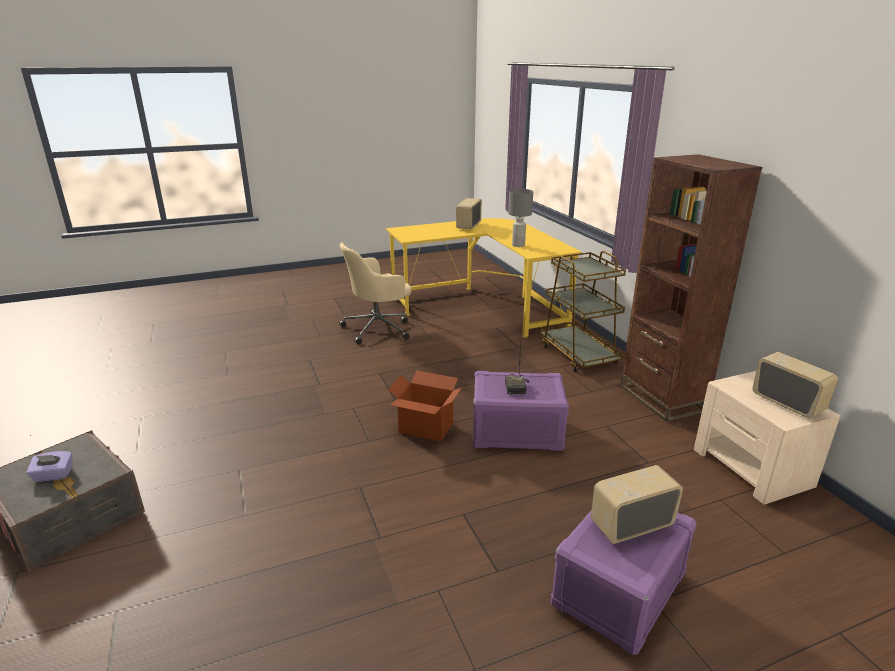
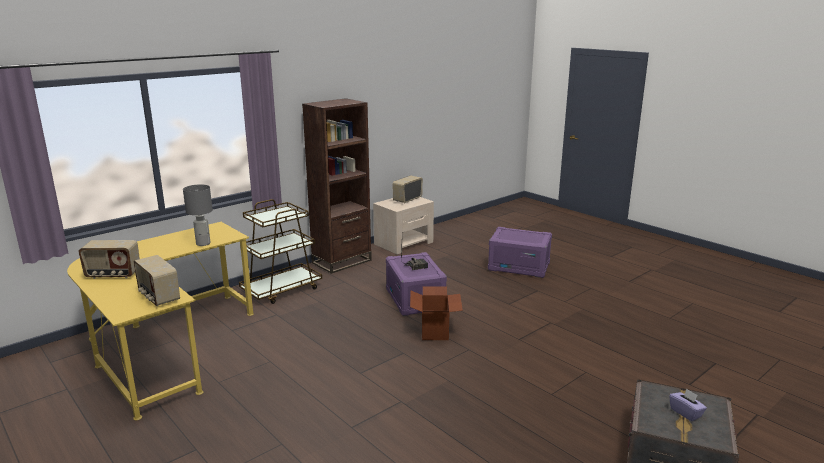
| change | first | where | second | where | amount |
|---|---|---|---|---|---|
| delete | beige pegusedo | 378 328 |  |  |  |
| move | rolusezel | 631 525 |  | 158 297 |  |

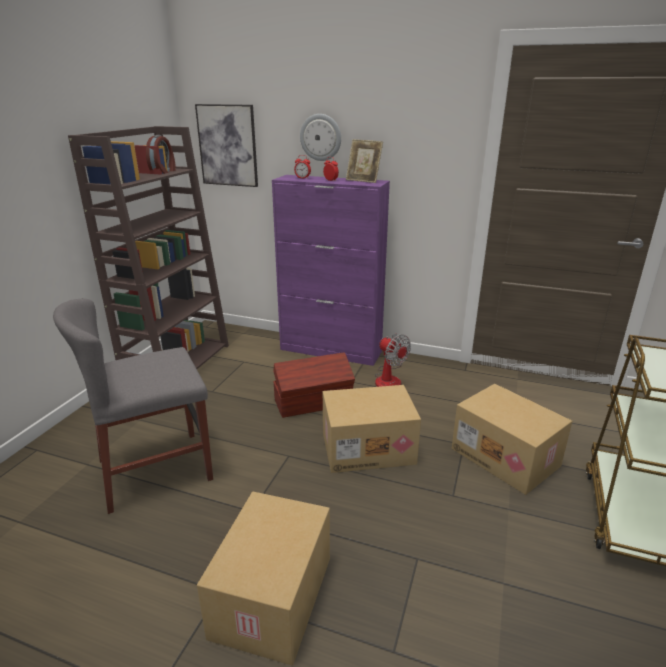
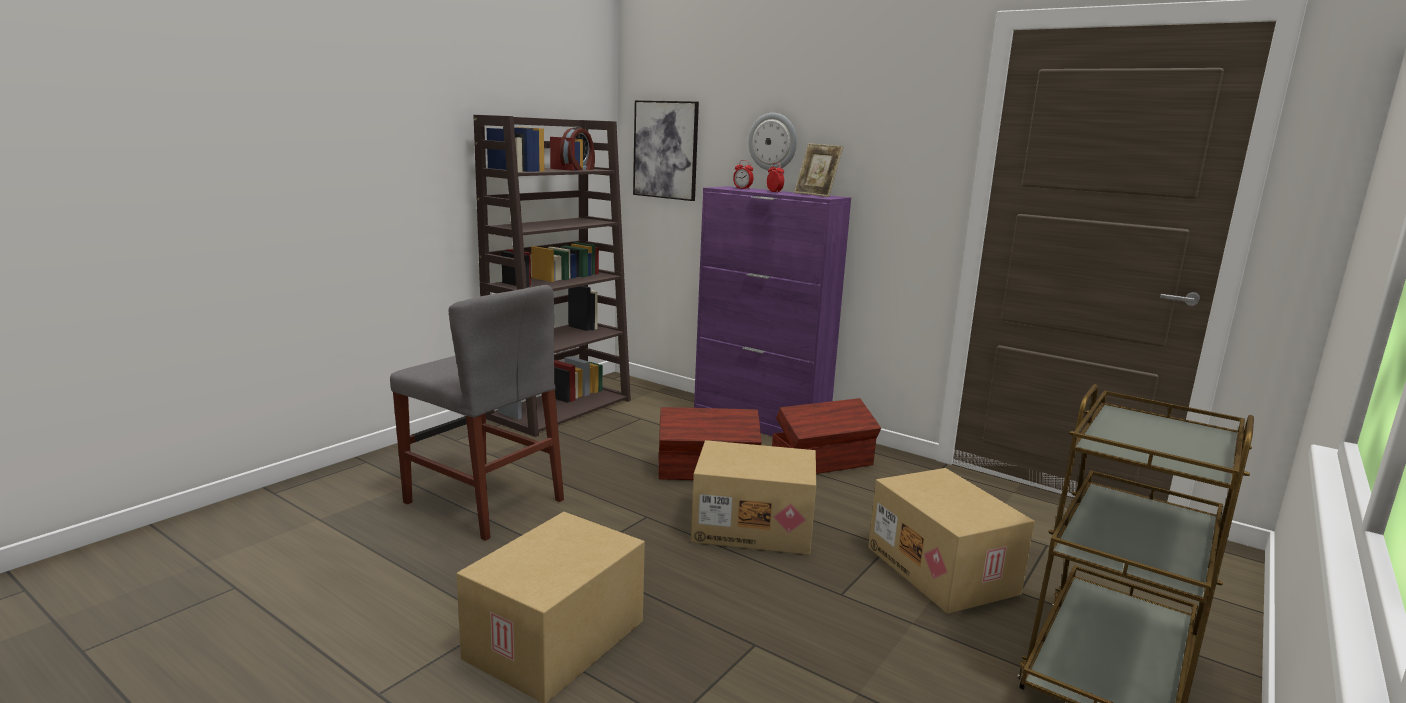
| change | first | where | second | where | amount |
|---|---|---|---|---|---|
| rotate | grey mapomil | 155 469 |  | 483 501 | 135 degrees counterclockwise |
| replace | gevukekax | 389 378 | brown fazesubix | 823 463 |  |

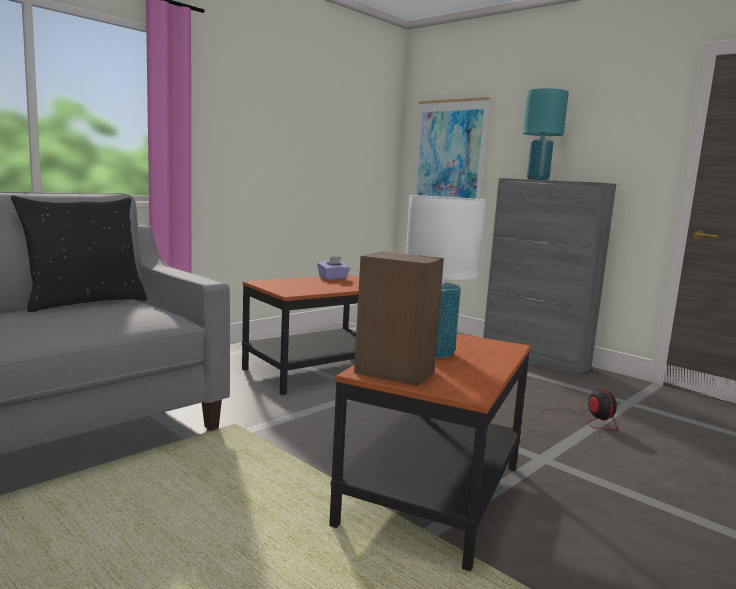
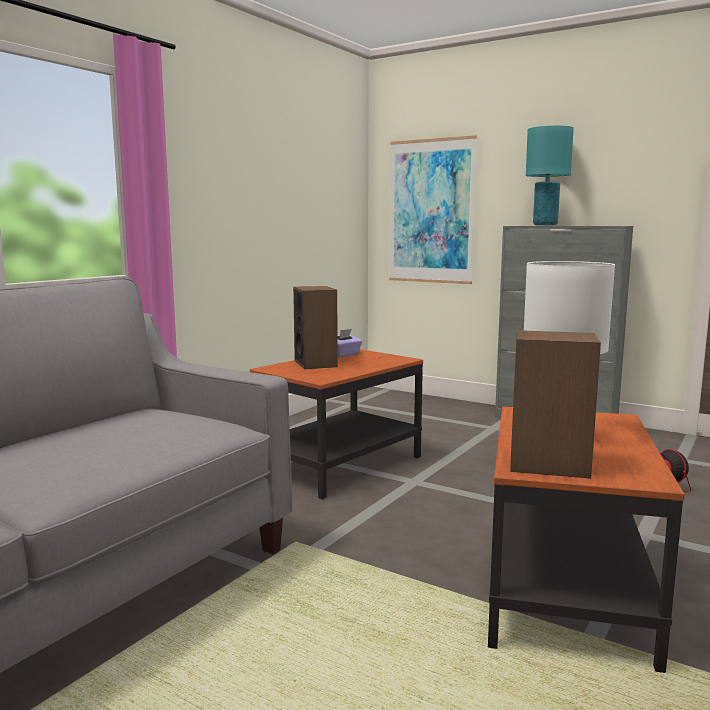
| change | first | where | second | where | amount |
|---|---|---|---|---|---|
| delete | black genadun | 84 302 |  |  |  |
| insert |  |  | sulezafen | 315 363 |  |

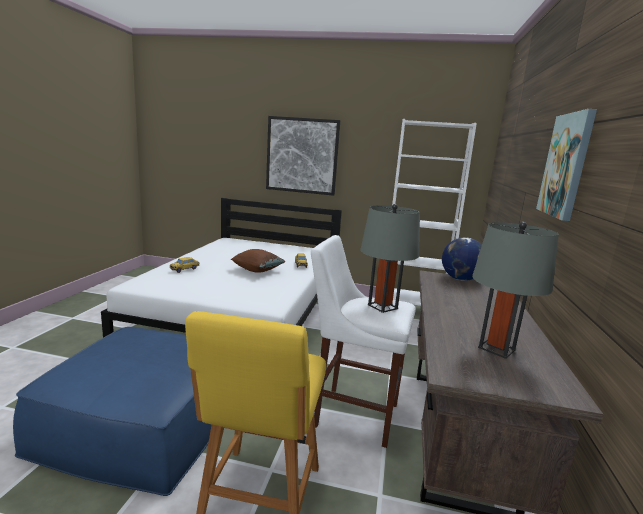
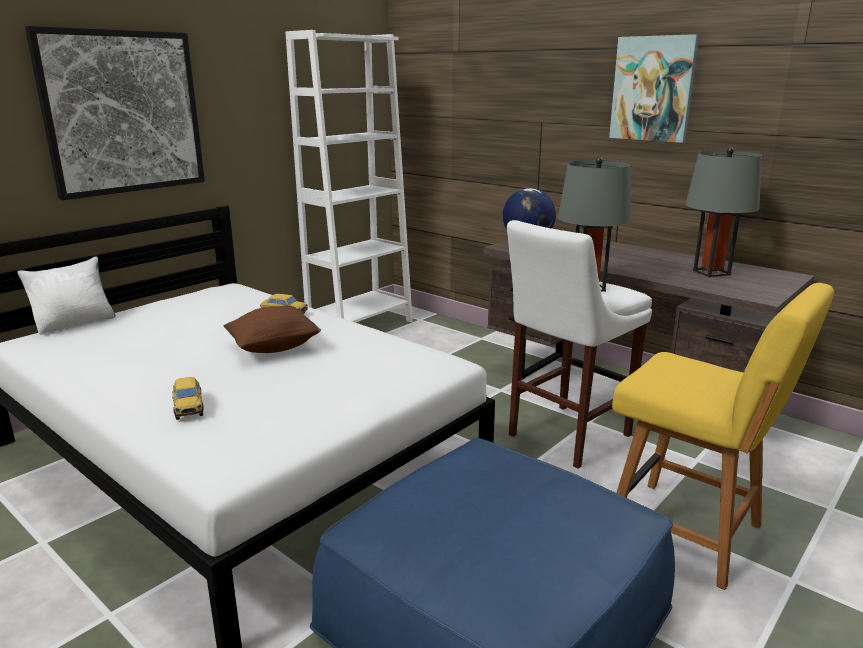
| change | first | where | second | where | amount |
|---|---|---|---|---|---|
| insert |  |  | white genadun | 75 323 |  |

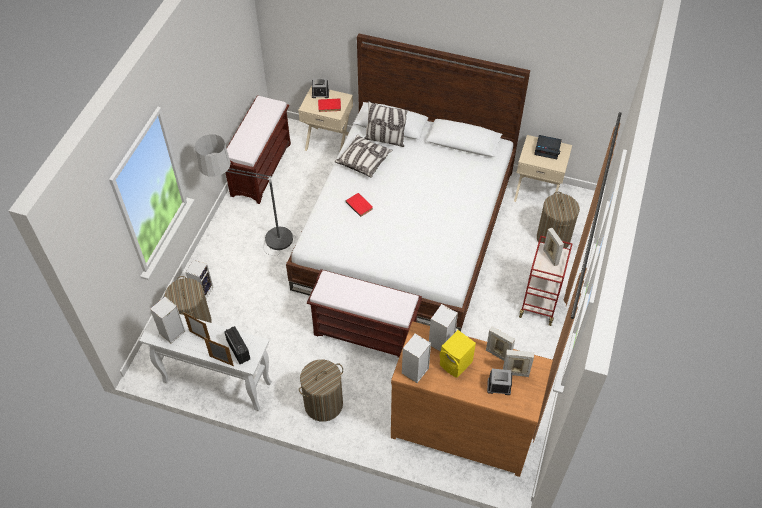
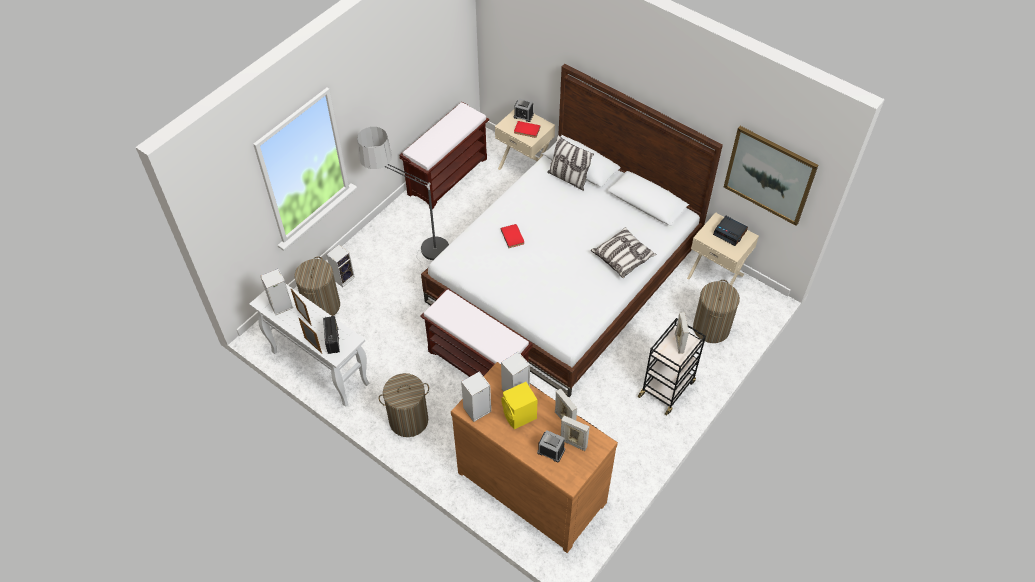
| change | first | where | second | where | amount |
|---|---|---|---|---|---|
| move | genadun | 364 161 |  | 623 257 |  |
| recolor | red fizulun | 539 301 | black fizulun | 667 388 |  |
| insert |  |  | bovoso | 769 175 |  |

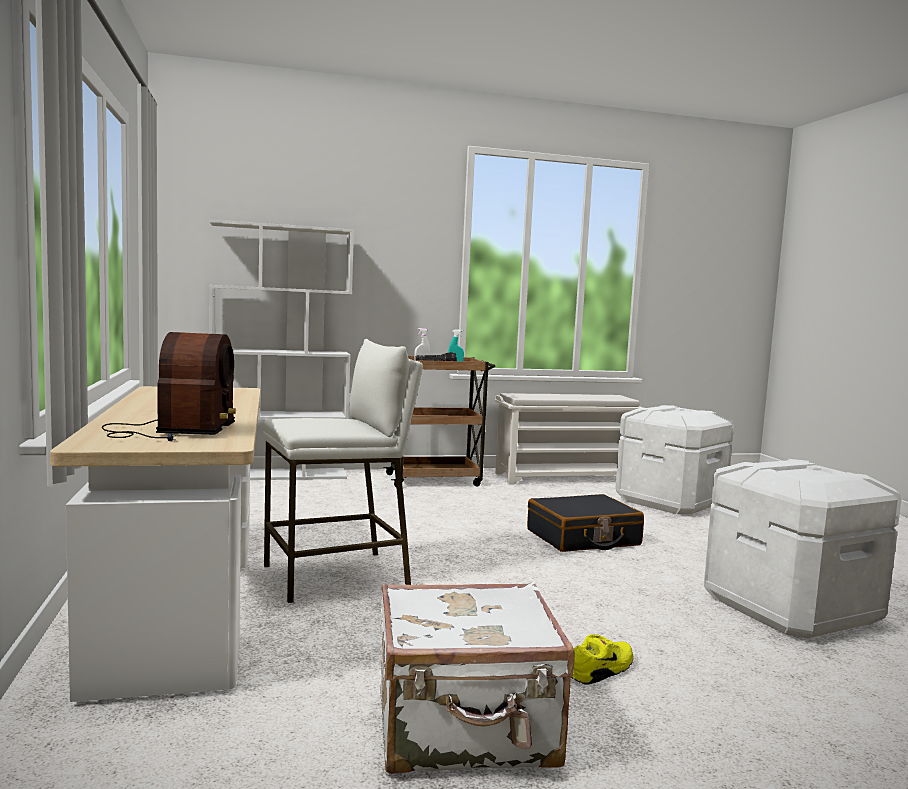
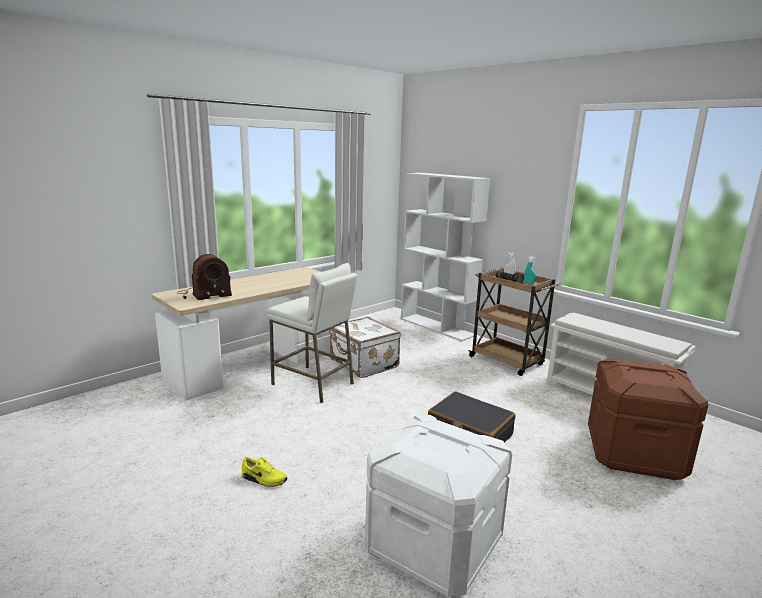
| change | first | where | second | where | amount |
|---|---|---|---|---|---|
| move | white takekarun | 466 730 |  | 363 364 |  |
| recolor | white fazesubix | 669 501 | brown fazesubix | 634 454 |  |

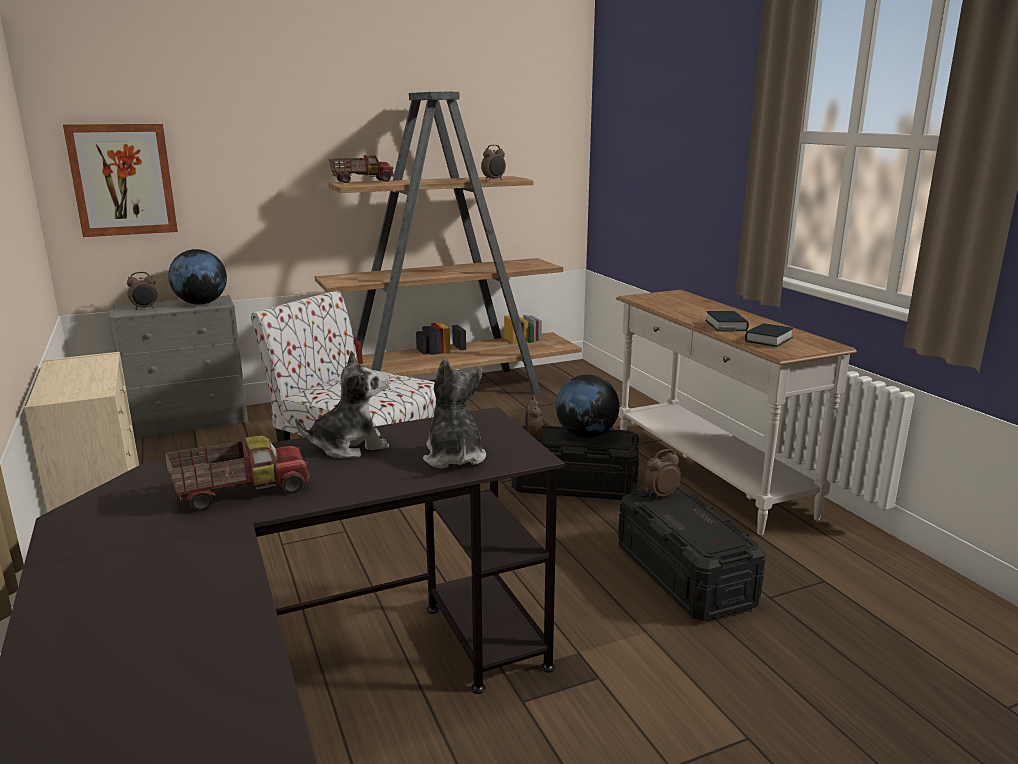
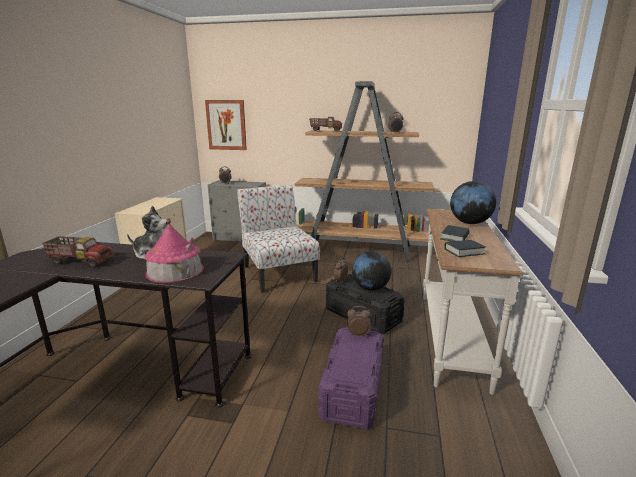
| change | first | where | second | where | amount |
|---|---|---|---|---|---|
| move | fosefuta | 201 303 |  | 469 223 |  |
| replace | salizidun | 454 457 | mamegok | 175 271 |  |
| recolor | black fazesubix | 684 575 | purple fazesubix | 352 390 |  |

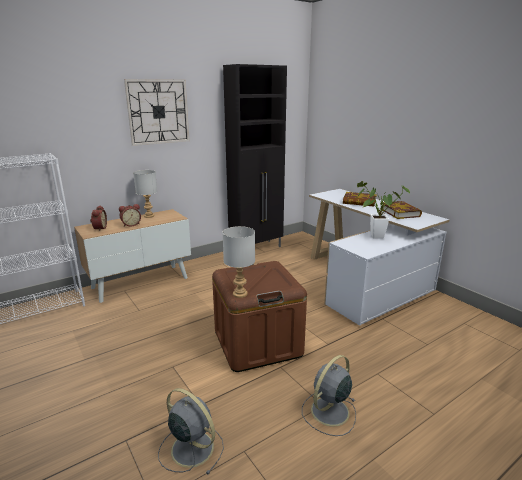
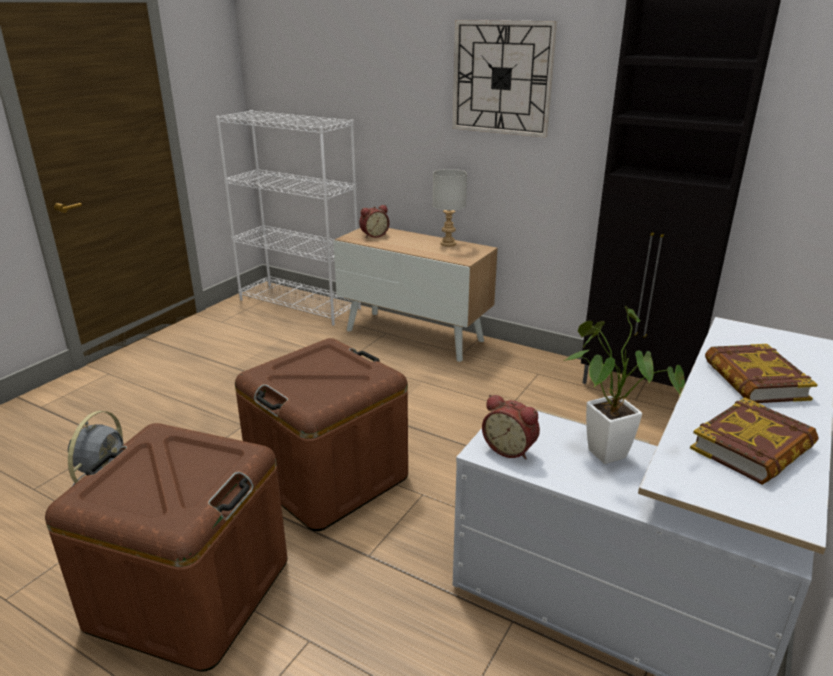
| change | first | where | second | where | amount |
|---|---|---|---|---|---|
| move | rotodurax | 131 224 |  | 510 448 |  |
| delete | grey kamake | 240 294 |  |  |  |
| replace | grey gevukekax | 329 412 | brown fazesubix | 190 593 |  |

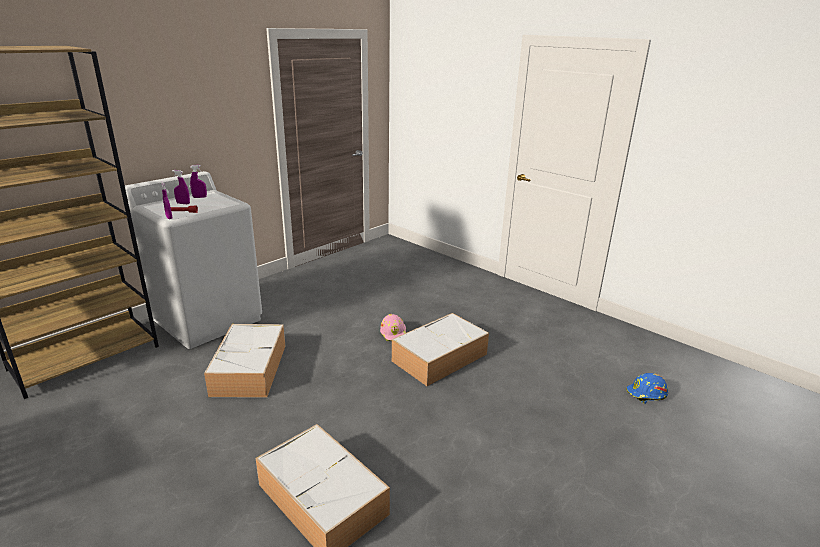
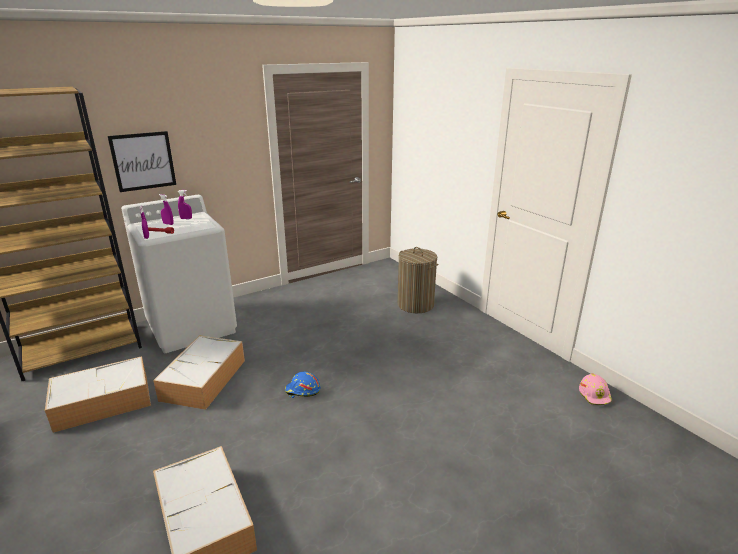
| change | first | where | second | where | amount |
|---|---|---|---|---|---|
| move | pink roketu | 394 333 |  | 595 395 |  |
| move | fazesubix | 440 357 |  | 104 401 |  |
| move | blue roketu | 646 394 |  | 302 391 |  |
| insert |  |  | bovoso | 143 161 |  |
| insert |  |  | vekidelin | 415 304 |  |

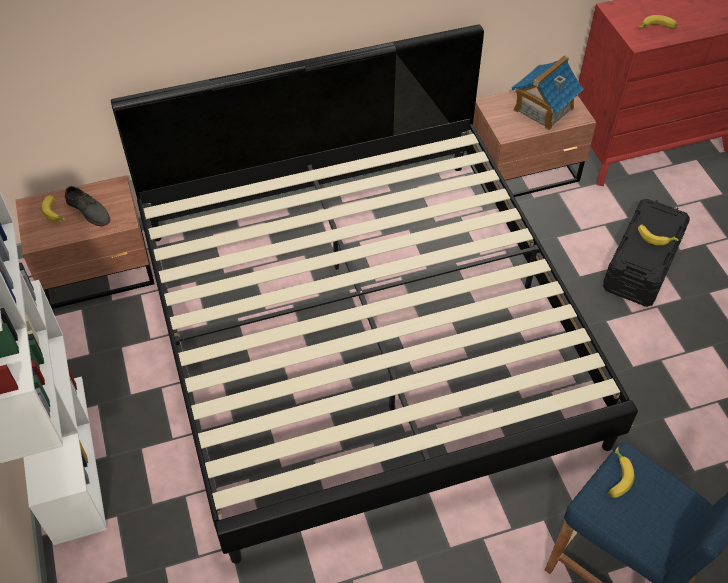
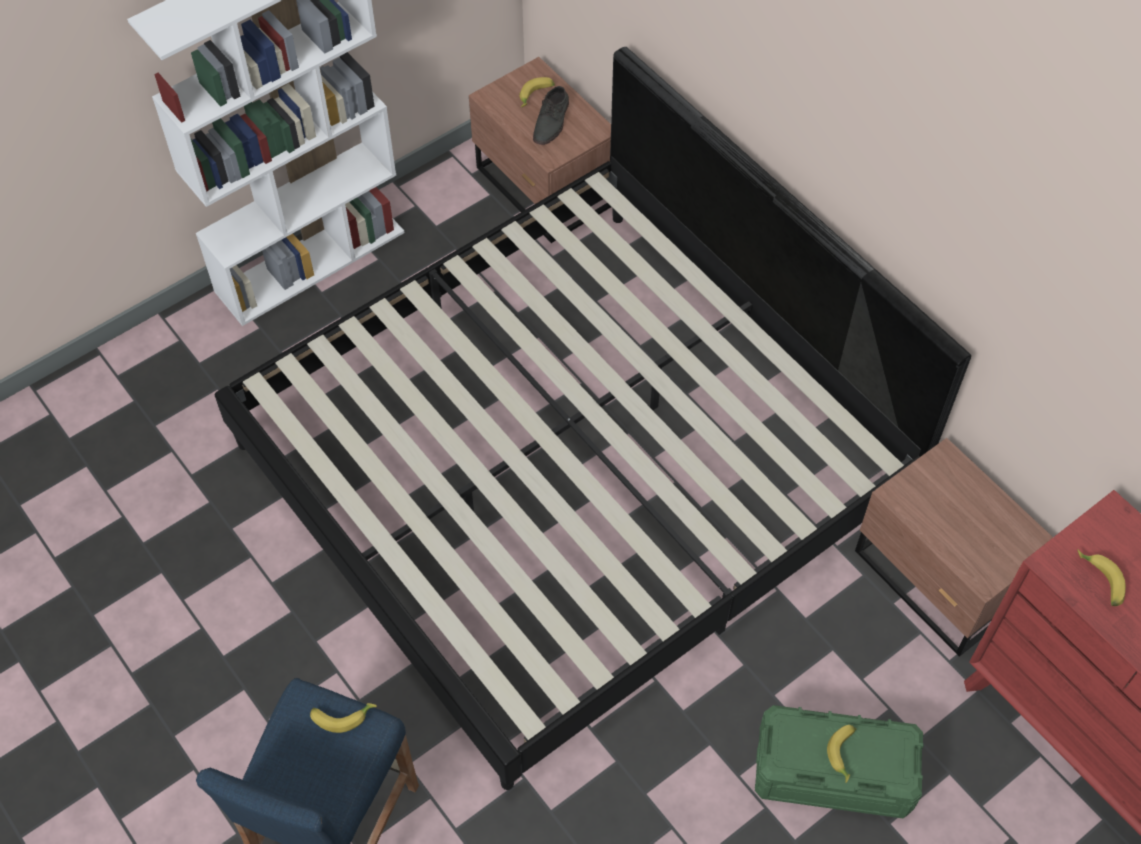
| change | first | where | second | where | amount |
|---|---|---|---|---|---|
| delete | mamegok | 543 109 |  |  |  |
| recolor | black fazesubix | 641 265 | green fazesubix | 833 773 |  |

